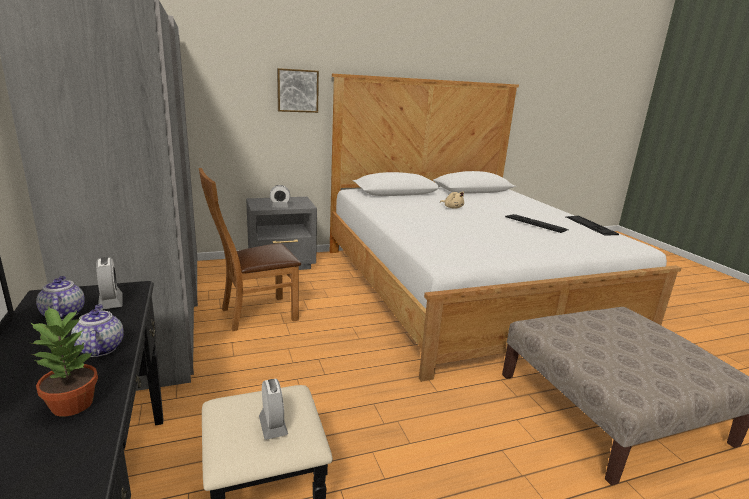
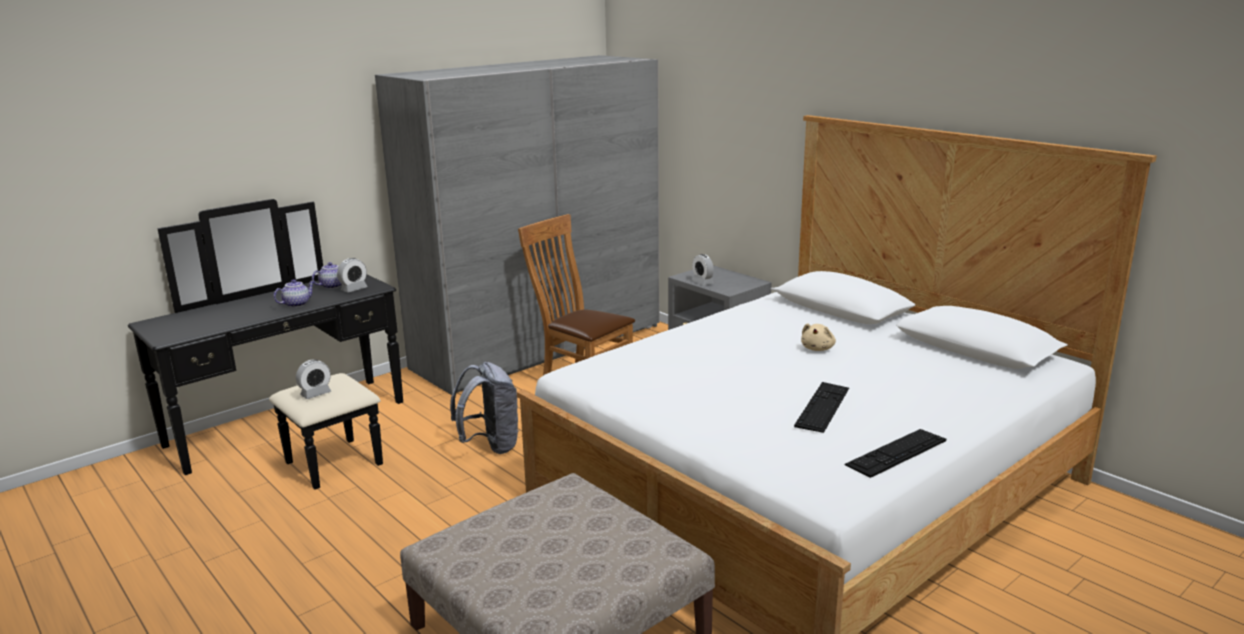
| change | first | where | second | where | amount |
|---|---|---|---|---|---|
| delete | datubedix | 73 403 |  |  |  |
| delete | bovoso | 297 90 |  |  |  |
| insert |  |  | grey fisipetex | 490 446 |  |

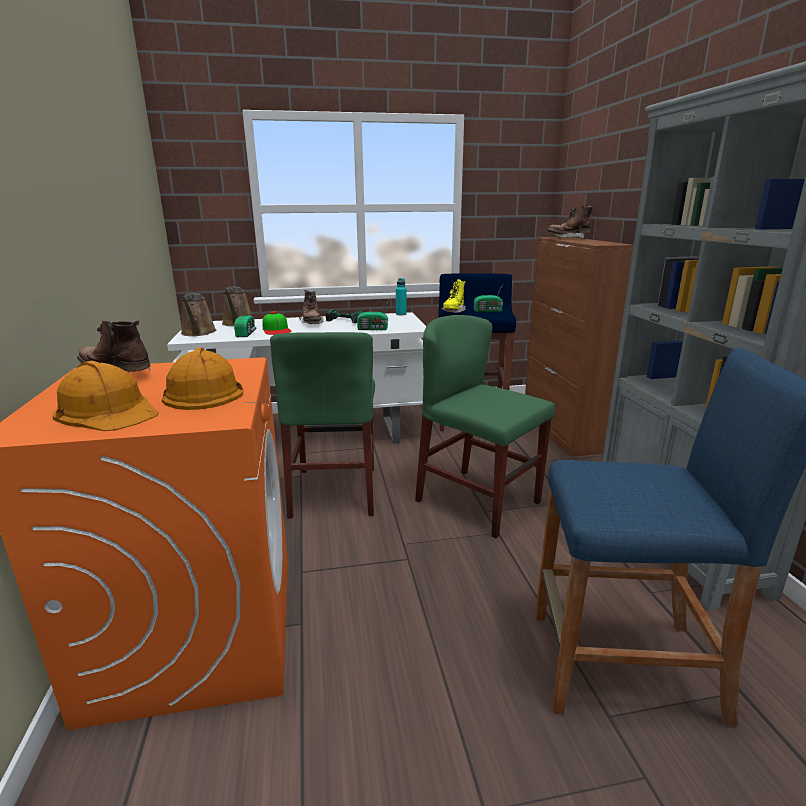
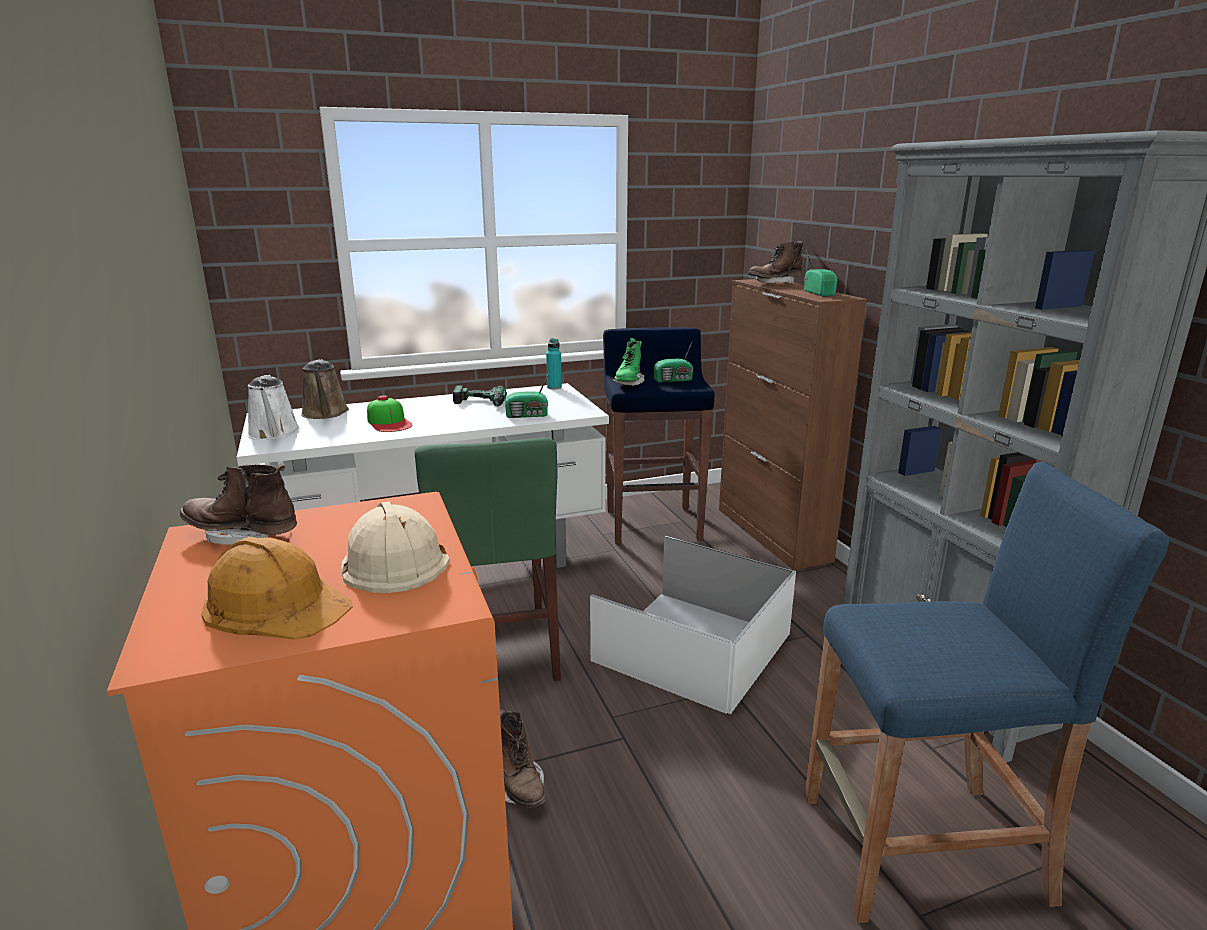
| change | first | where | second | where | amount |
|---|---|---|---|---|---|
| recolor | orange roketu | 204 392 | beige roketu | 392 560 |  |
| recolor | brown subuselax | 198 333 | white subuselax | 274 434 |  |
| move | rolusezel | 246 333 |  | 819 293 |  |
| move | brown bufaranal | 312 323 |  | 519 786 |  |
| replace | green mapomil | 478 501 | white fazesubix | 693 645 |  |
| recolor | yellow bufaranal | 453 312 | green bufaranal | 628 383 |  |

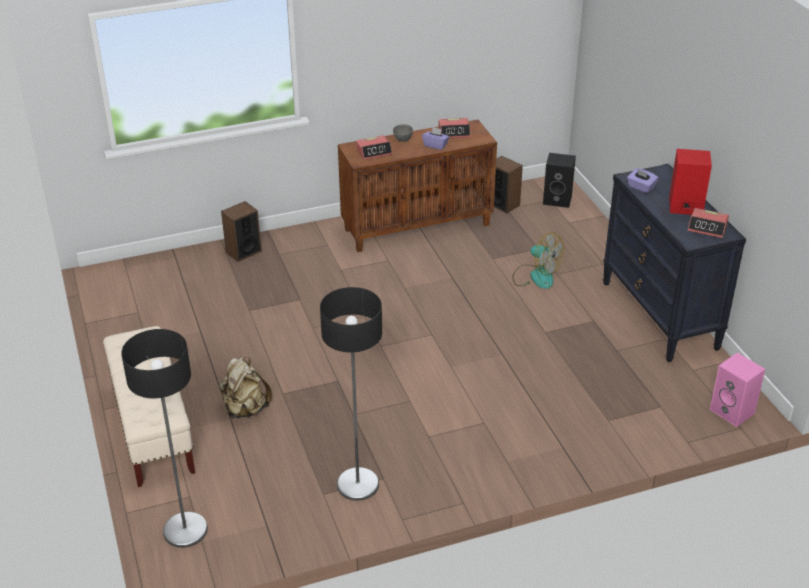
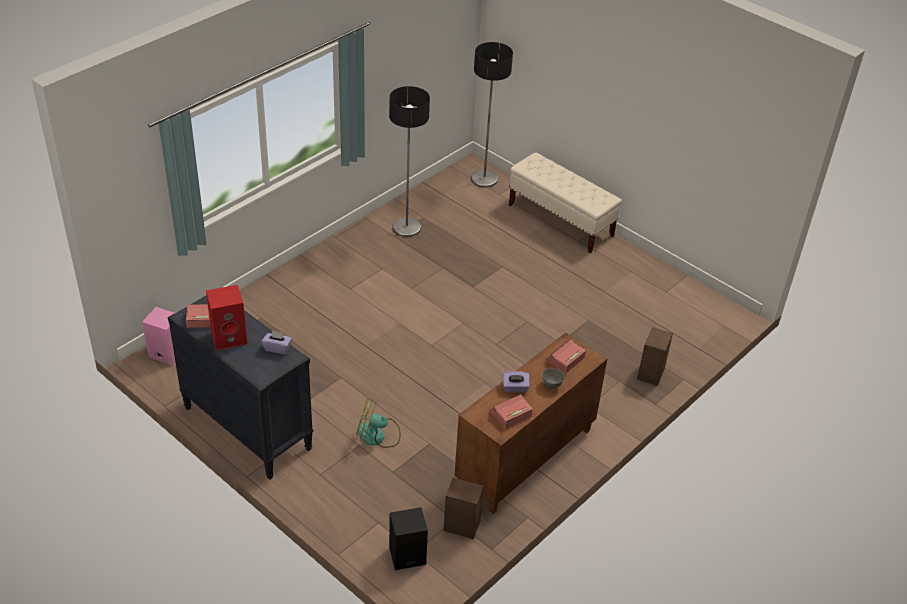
| change | first | where | second | where | amount |
|---|---|---|---|---|---|
| delete | beige fisipetex | 245 409 |  |  |  |

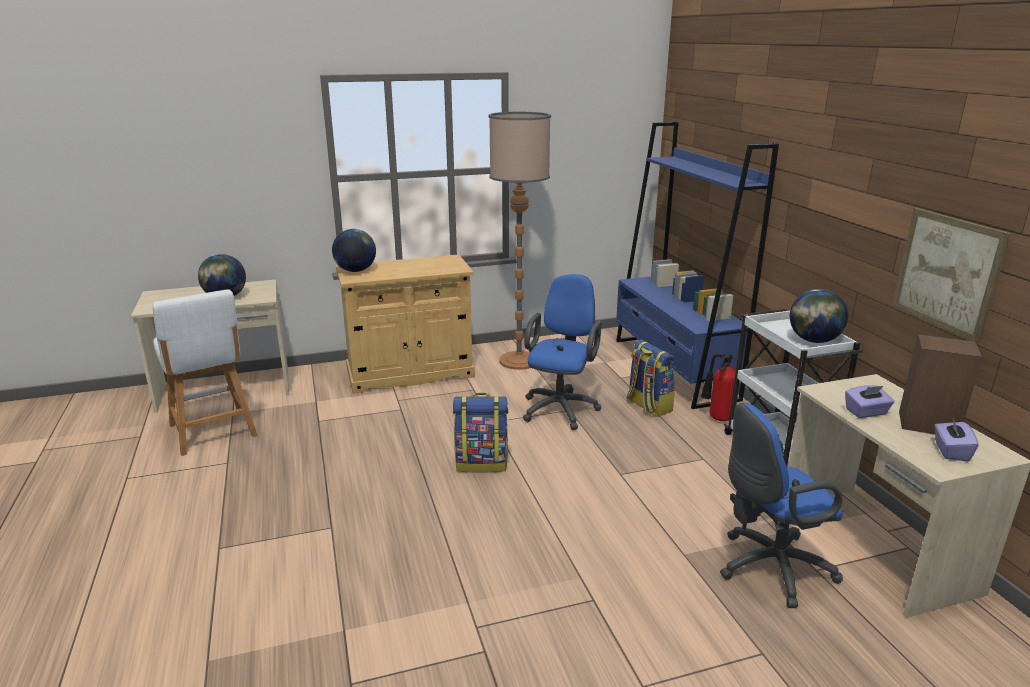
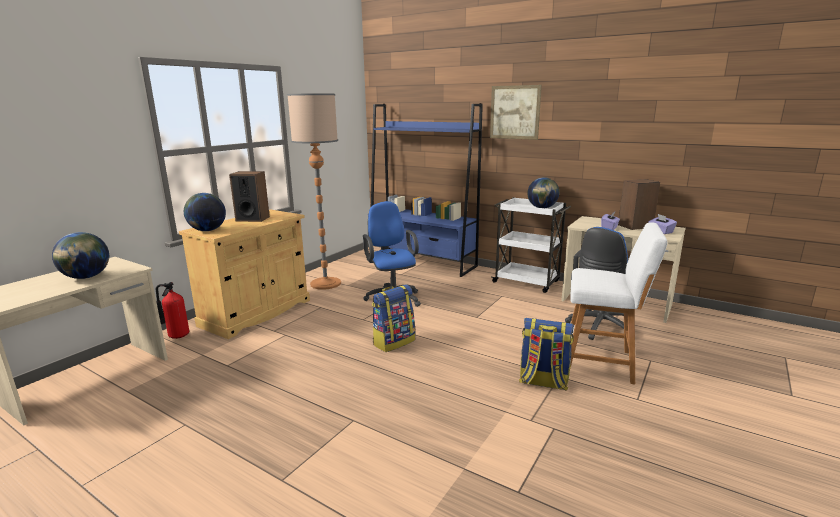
| change | first | where | second | where | amount |
|---|---|---|---|---|---|
| move | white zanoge | 213 432 |  | 602 363 |  |
| move | fisipetex | 648 406 |  | 543 382 |  |
| move | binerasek | 716 418 |  | 175 337 |  |
| move | bovoso | 947 273 |  | 515 112 |  |
| insert |  |  | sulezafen | 252 219 |  |

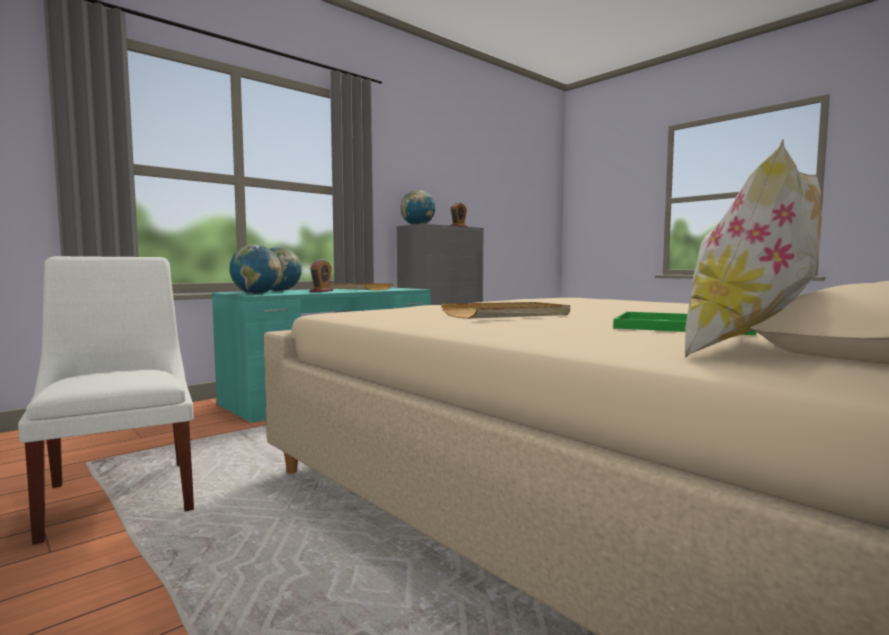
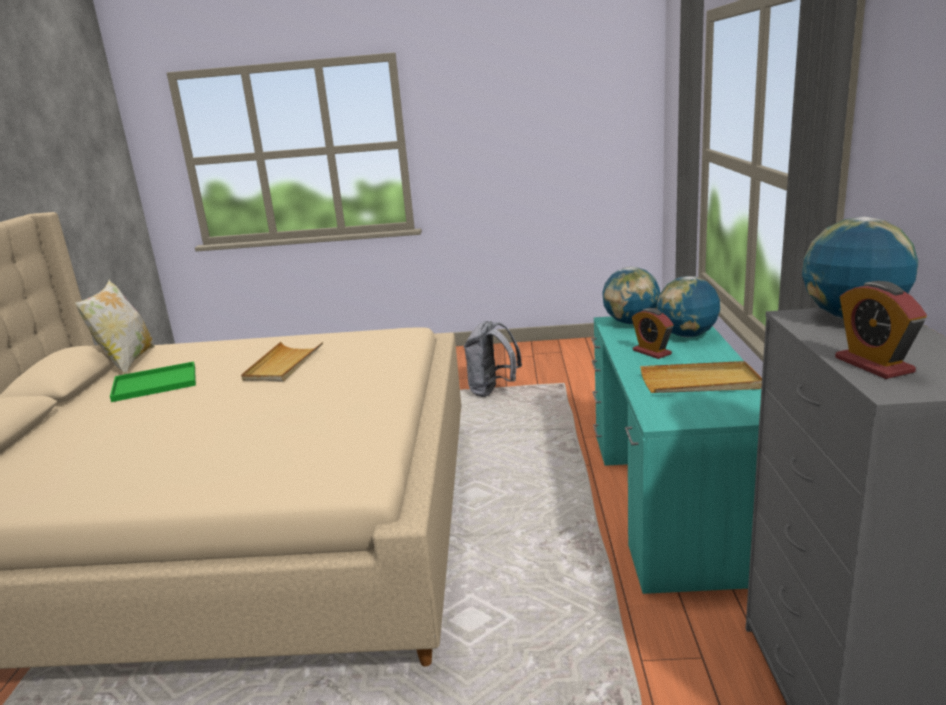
| change | first | where | second | where | amount |
|---|---|---|---|---|---|
| replace | white mapomil | 122 493 | grey fisipetex | 492 391 |  |

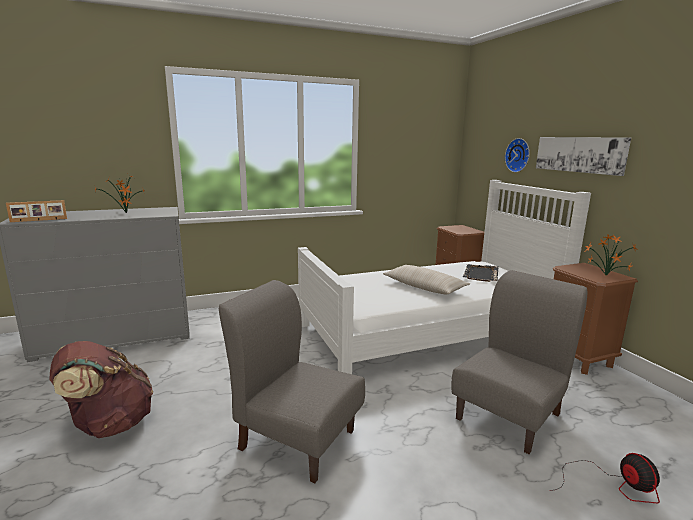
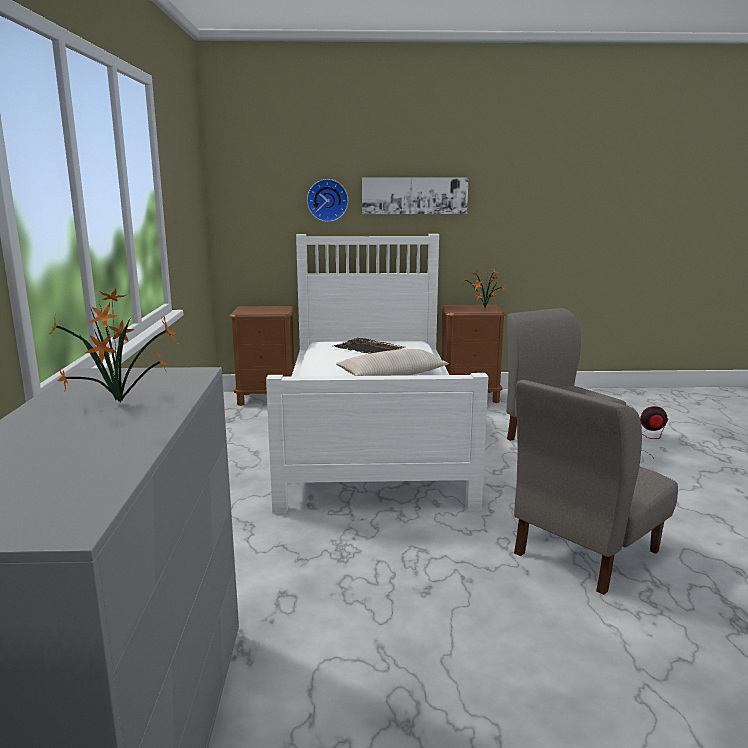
| change | first | where | second | where | amount |
|---|---|---|---|---|---|
| delete | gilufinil | 39 220 |  |  |  |
| delete | brown fisipetex | 109 424 |  |  |  |

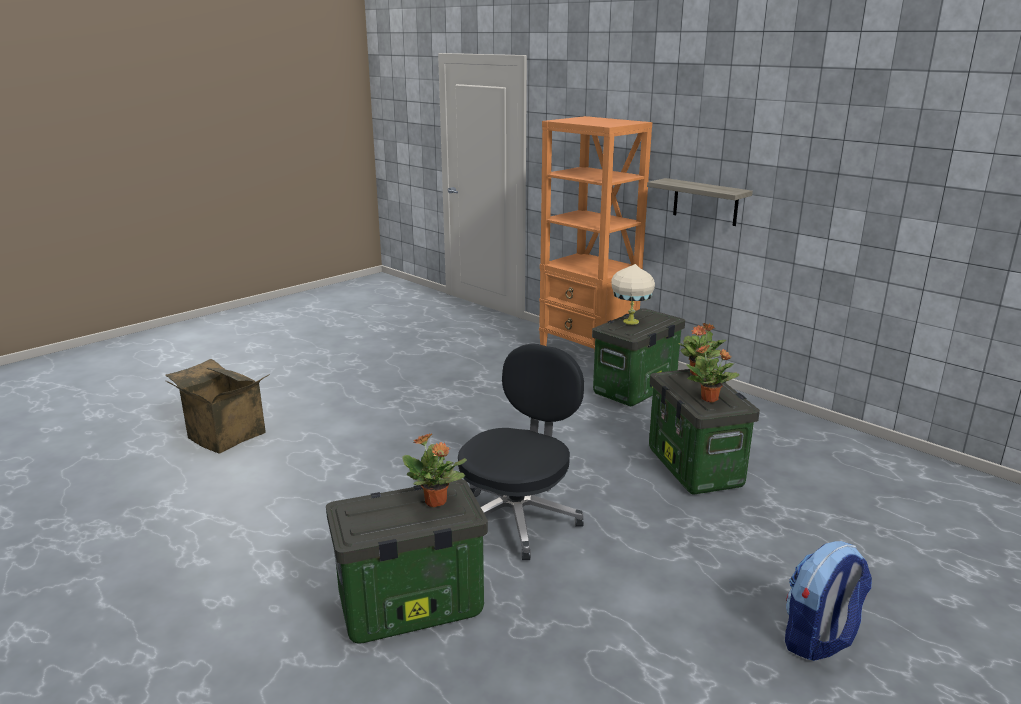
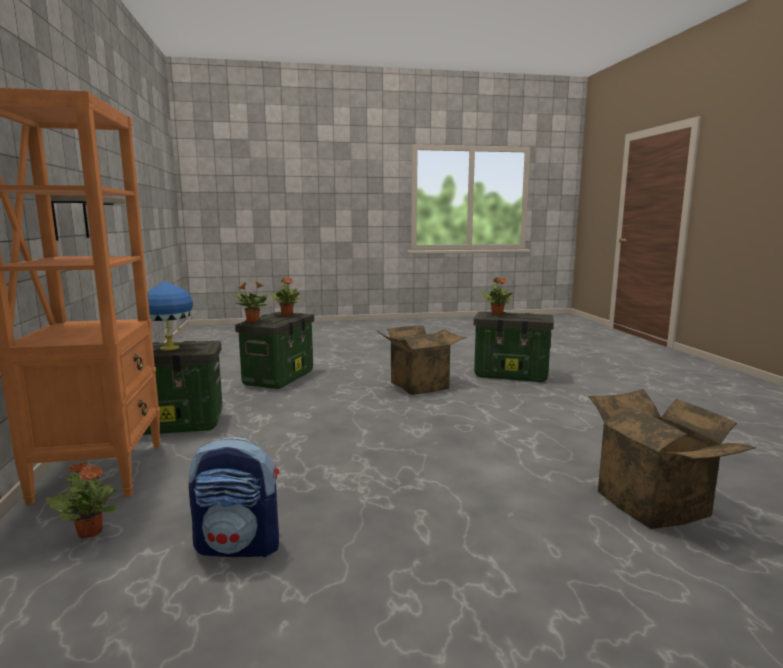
| change | first | where | second | where | amount |
|---|---|---|---|---|---|
| replace | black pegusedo | 518 518 | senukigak | 419 385 |  |
| recolor | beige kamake | 630 322 | blue kamake | 171 348 |  |
| move | fisipetex | 819 640 |  | 239 546 |  |
| insert |  |  | datubedix | 90 532 |  |

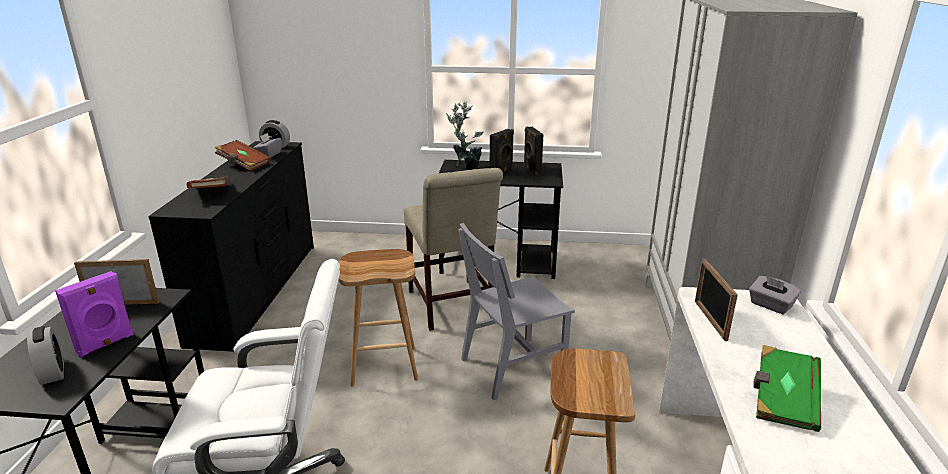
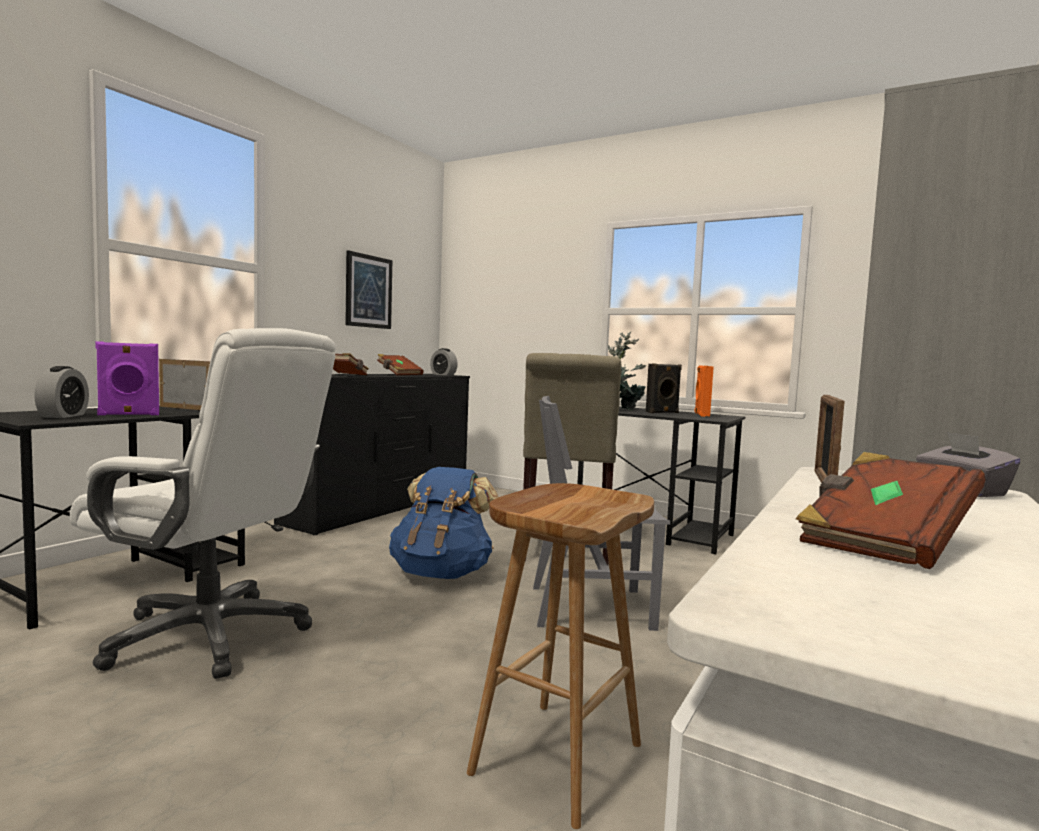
| change | first | where | second | where | amount |
|---|---|---|---|---|---|
| delete | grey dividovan | 269 155 |  |  |  |
| replace | brown zanoge | 385 366 | blue fisipetex | 442 573 |  |
| recolor | black sulezafen | 531 169 | orange sulezafen | 701 415 |  |
| recolor | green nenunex | 782 401 | brown nenunex | 883 541 |  |
| insert |  |  | bovoso | 368 291 |  |

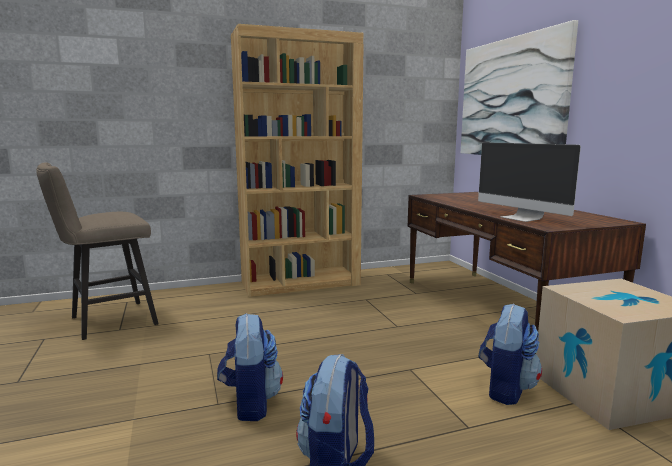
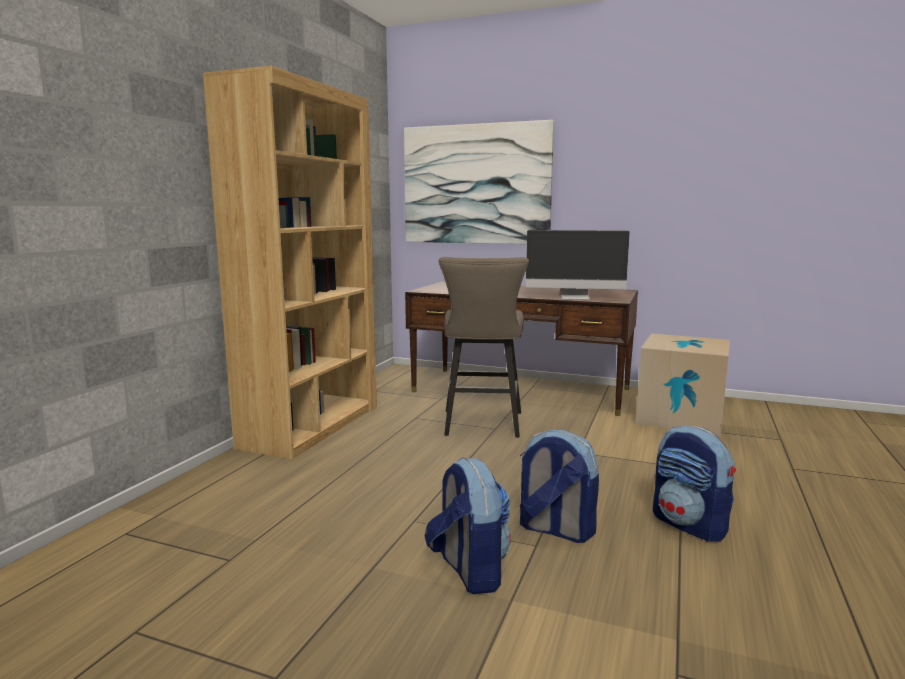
| change | first | where | second | where | amount |
|---|---|---|---|---|---|
| move | beige zanoge | 106 322 |  | 482 426 |  |
| move | fisipetex | 506 388 |  | 468 571 |  |

